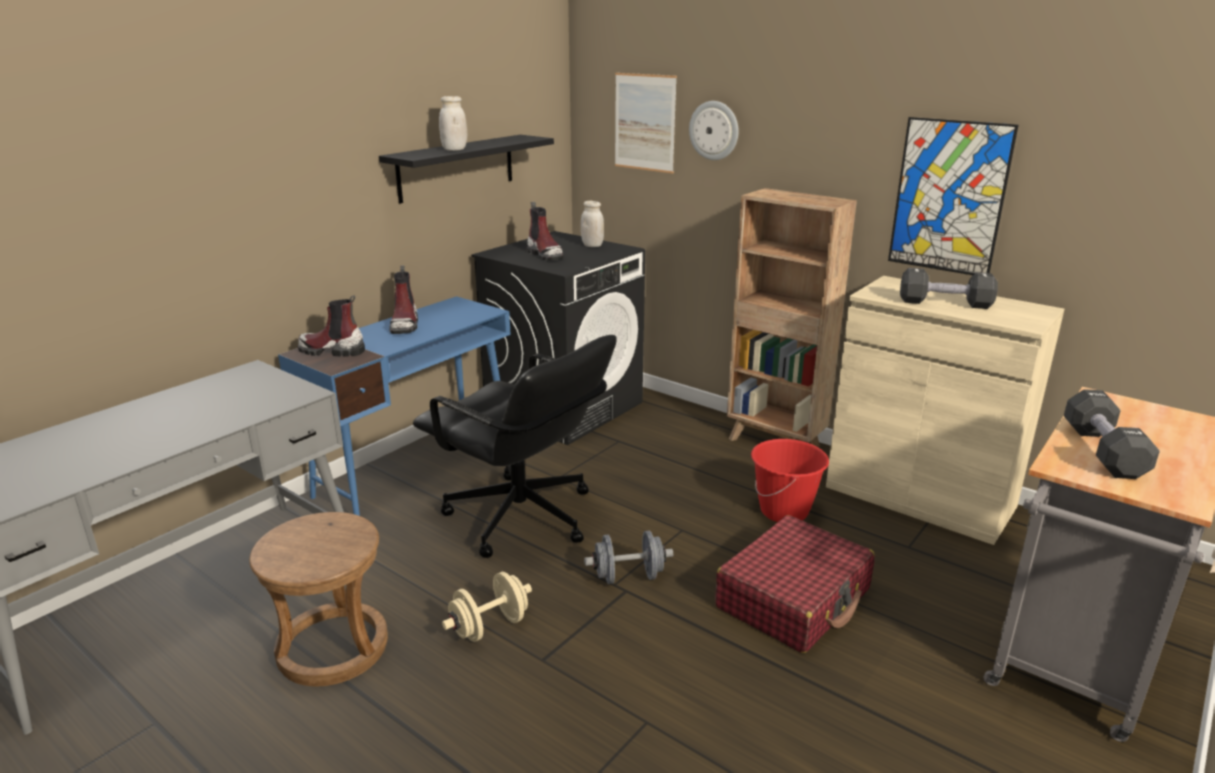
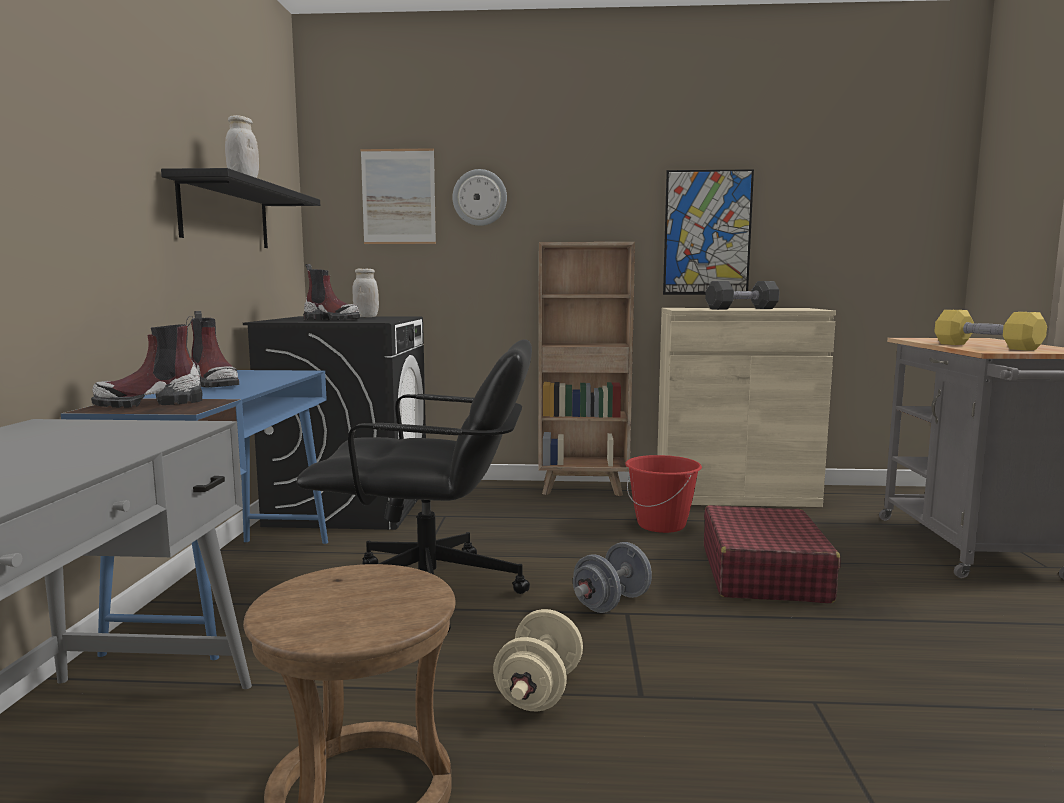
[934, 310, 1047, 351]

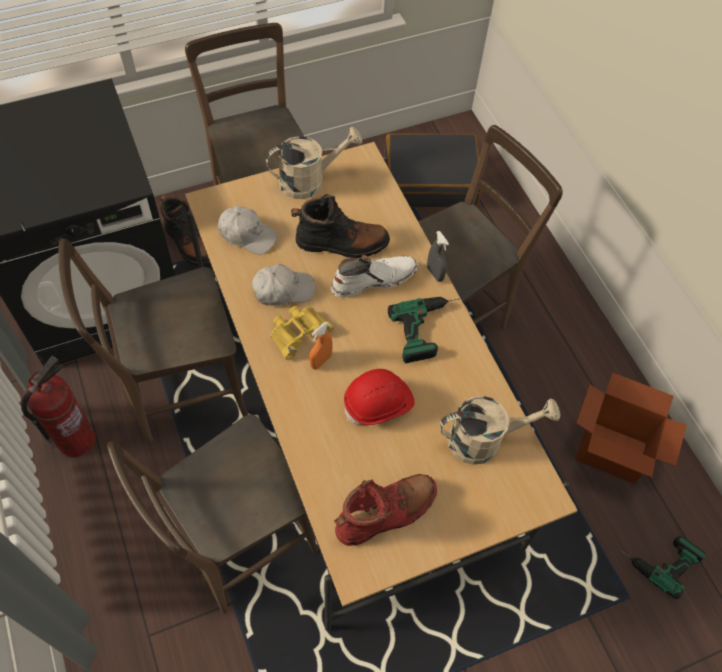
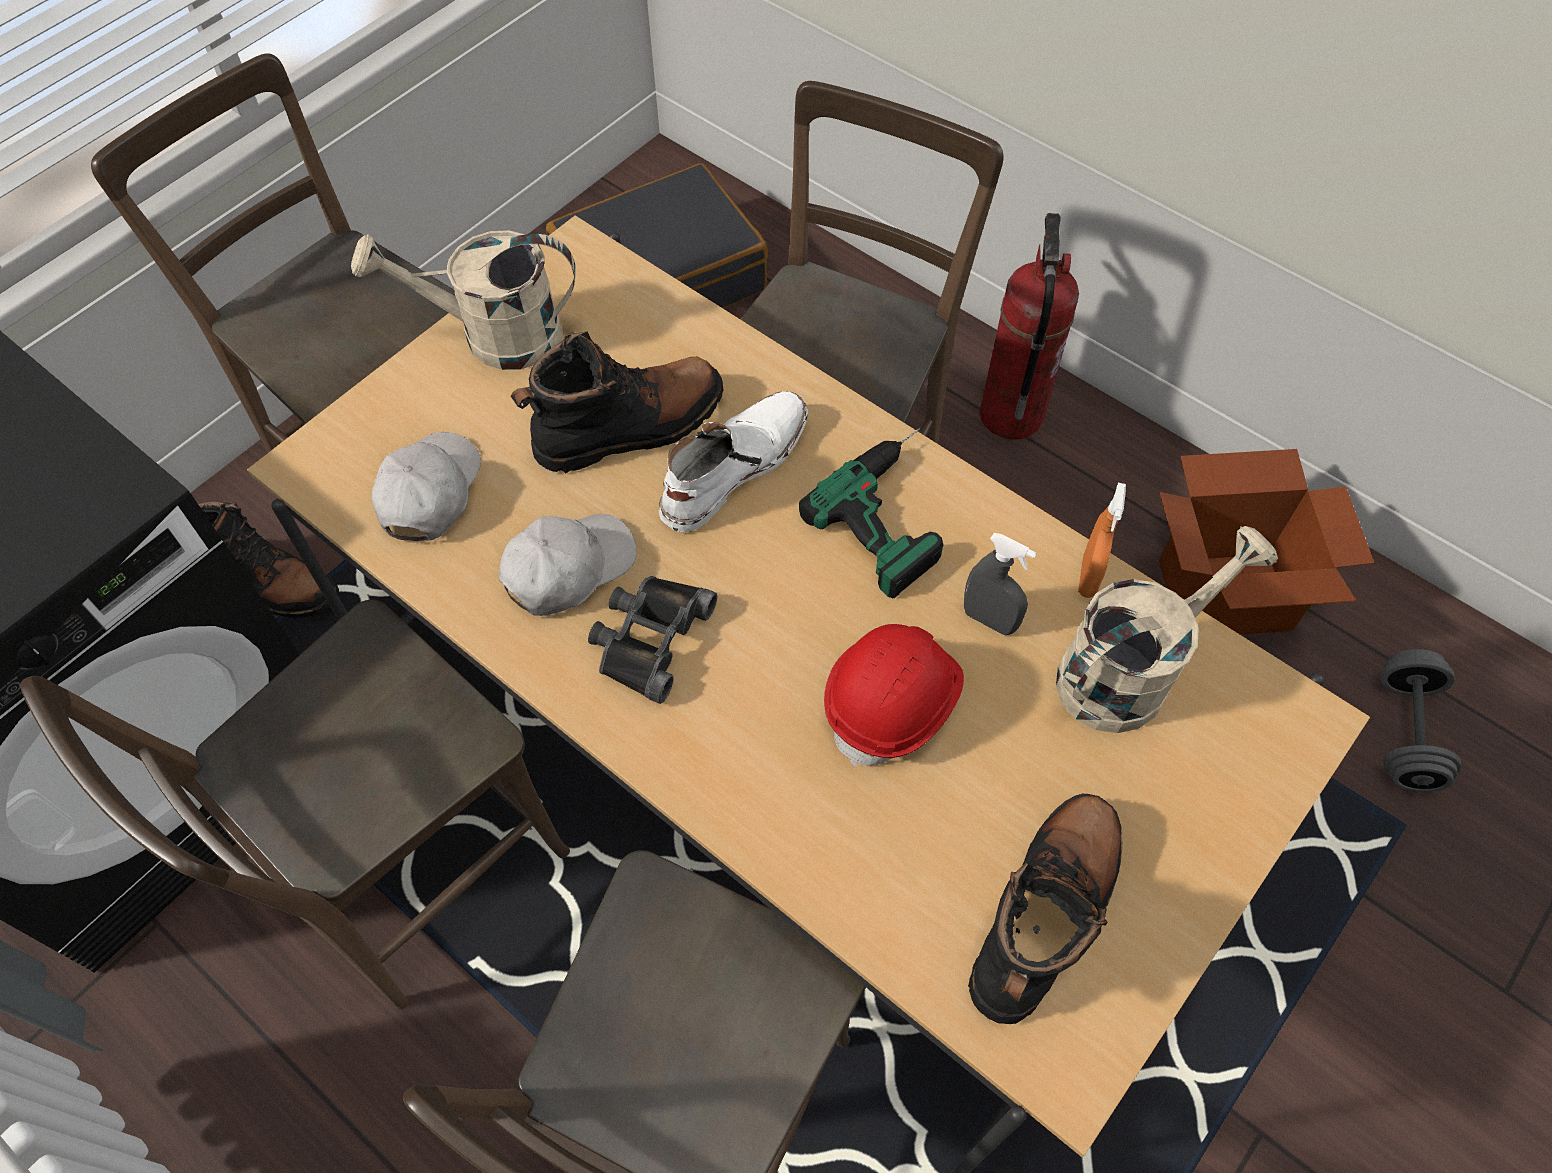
[351, 230, 576, 370]
[371, 432, 481, 541]
[588, 576, 717, 704]
[964, 533, 1037, 635]
[968, 794, 1123, 1024]
[980, 213, 1079, 440]
[1078, 483, 1126, 598]
[1380, 649, 1461, 792]

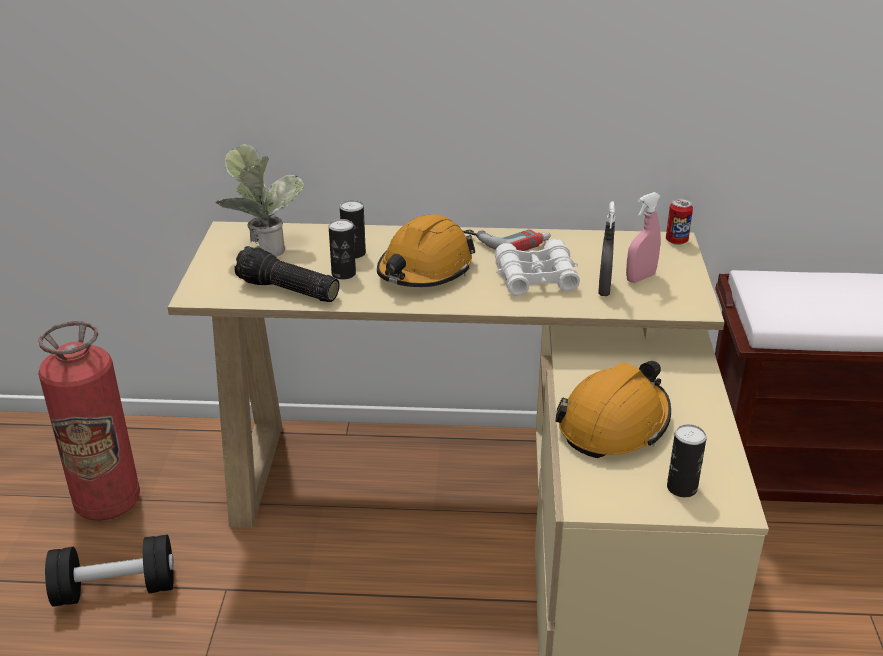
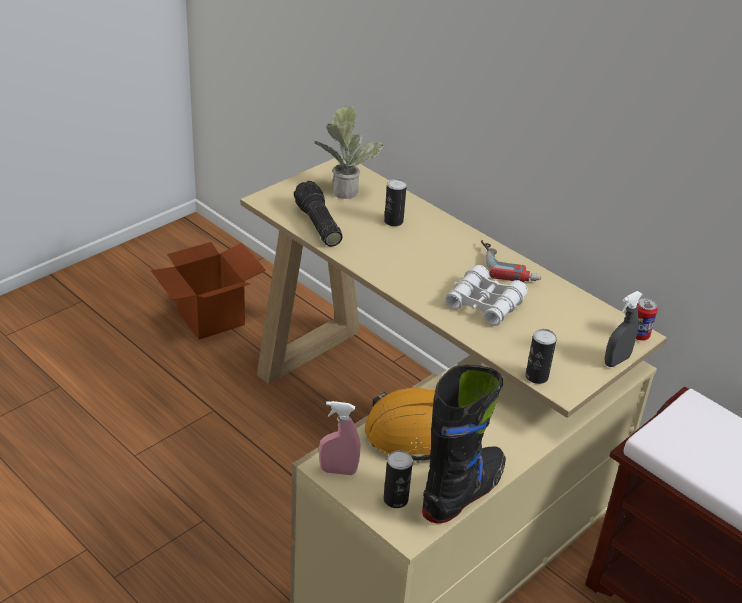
[151, 242, 266, 340]
[319, 401, 360, 475]
[422, 365, 506, 524]
[526, 329, 557, 384]
[605, 291, 643, 367]
[45, 535, 174, 607] (first image)
[377, 215, 475, 287] (first image)

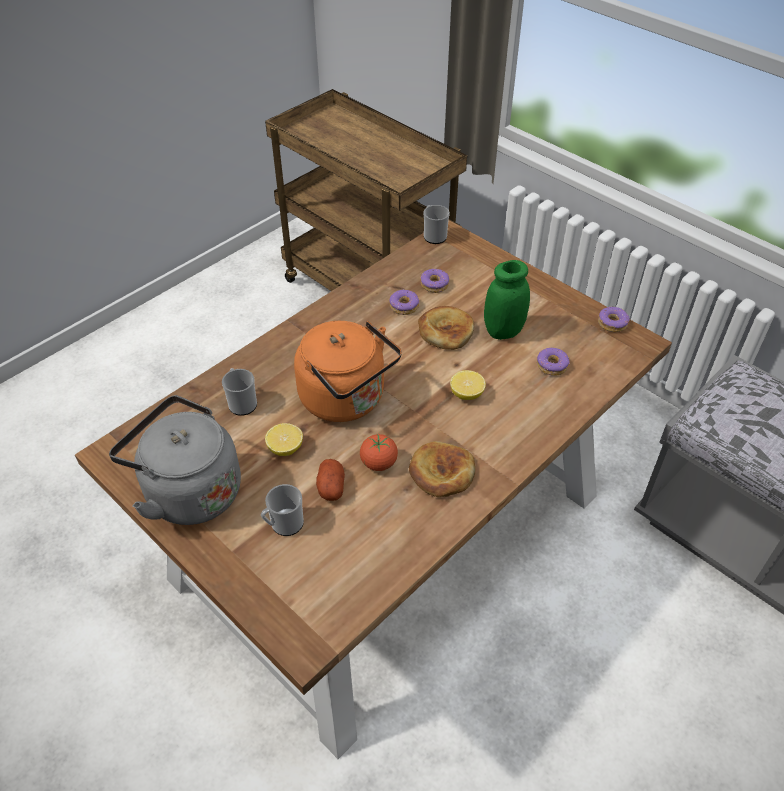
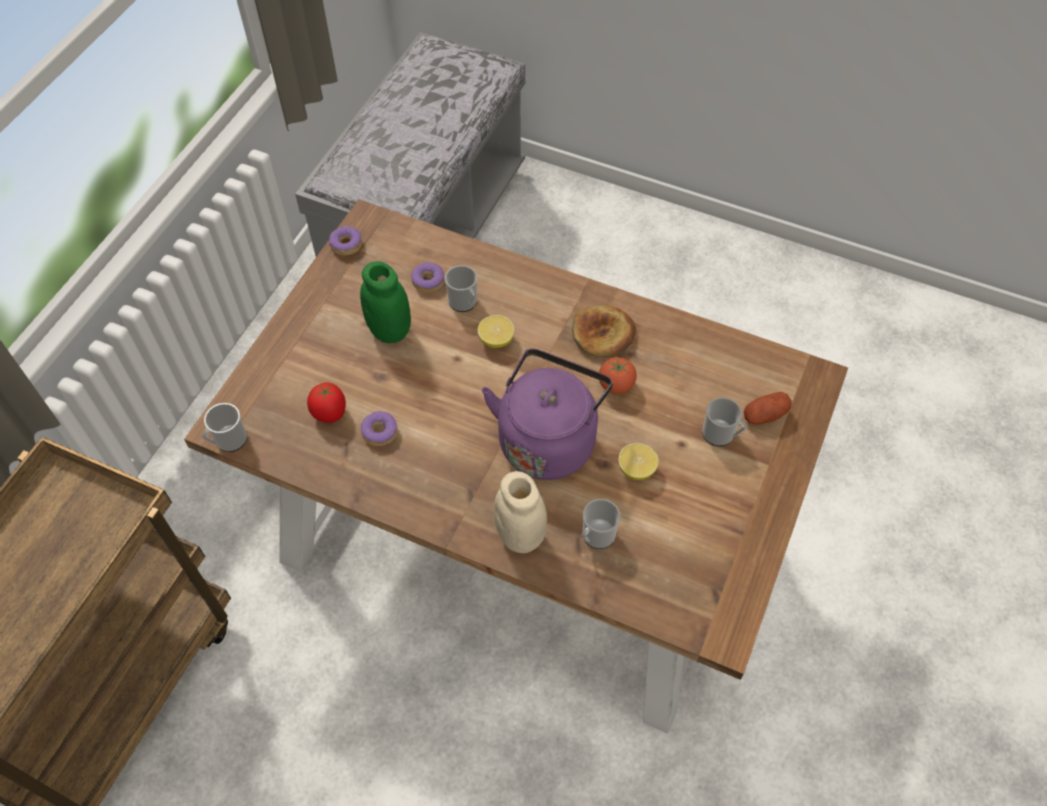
[307, 383, 346, 423]
[445, 265, 477, 312]
[482, 349, 612, 480]
[494, 471, 547, 553]
[743, 392, 792, 425]
[109, 395, 241, 525] (first image)
[418, 306, 474, 350] (first image)

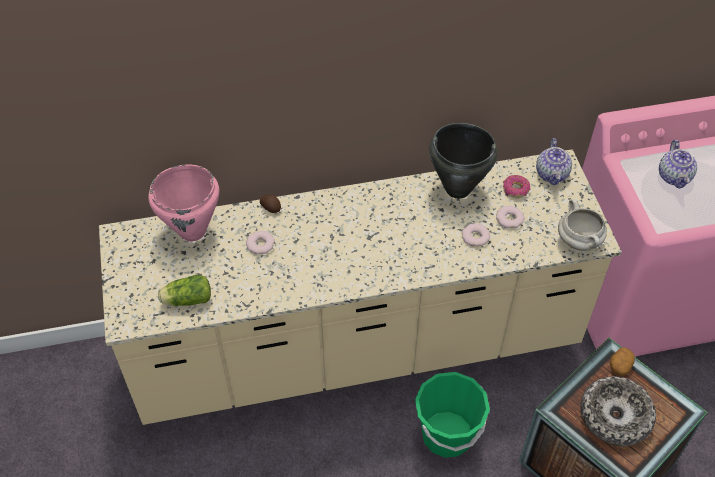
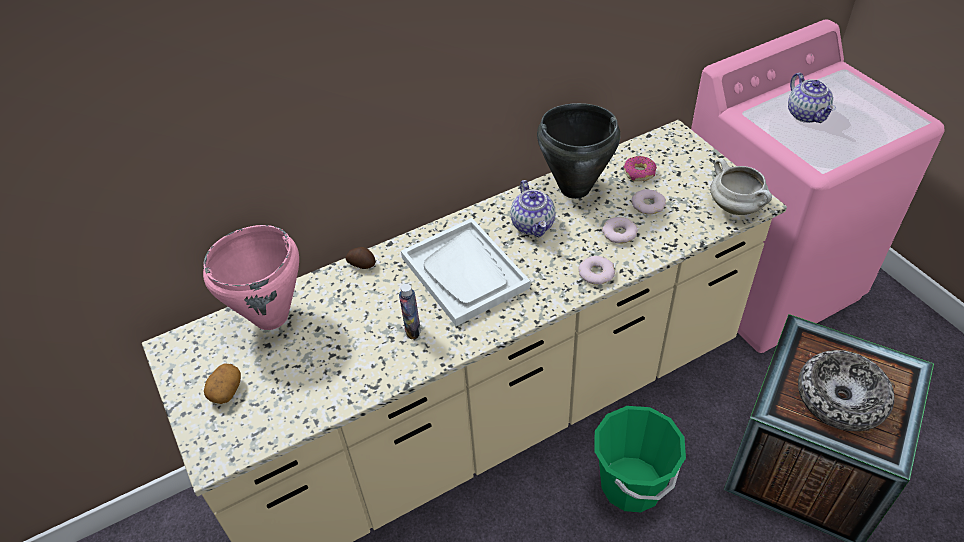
[204, 363, 241, 404]
[399, 283, 421, 339]
[401, 218, 530, 326]
[511, 180, 555, 237]
[578, 256, 615, 285]
[158, 275, 211, 306] (first image)

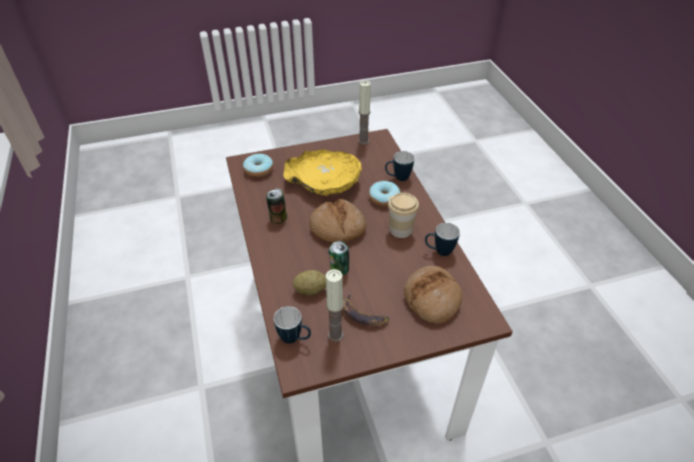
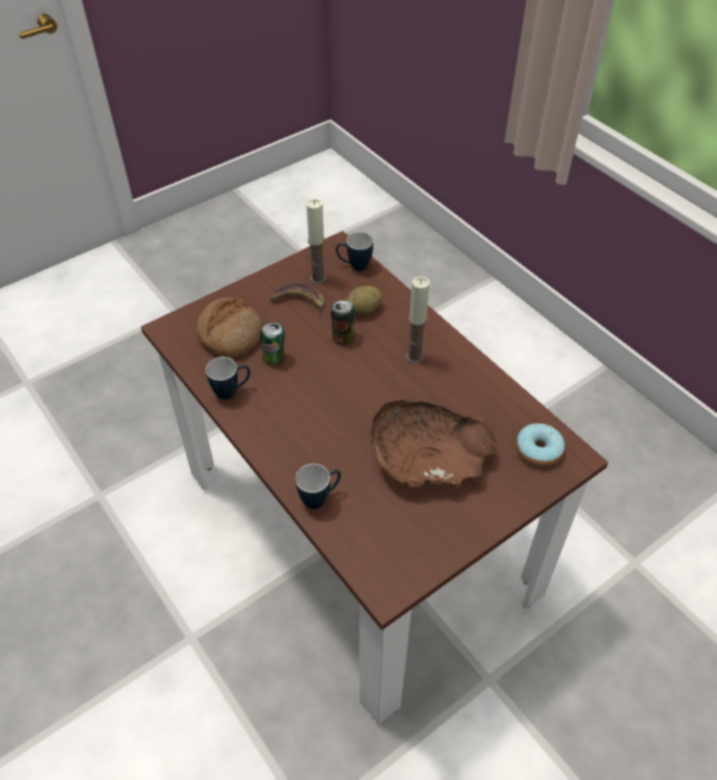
[260, 322, 285, 365]
[371, 399, 496, 489]
[406, 276, 430, 363]
[309, 199, 366, 243] (first image)
[369, 181, 400, 206] (first image)
[388, 193, 419, 238] (first image)

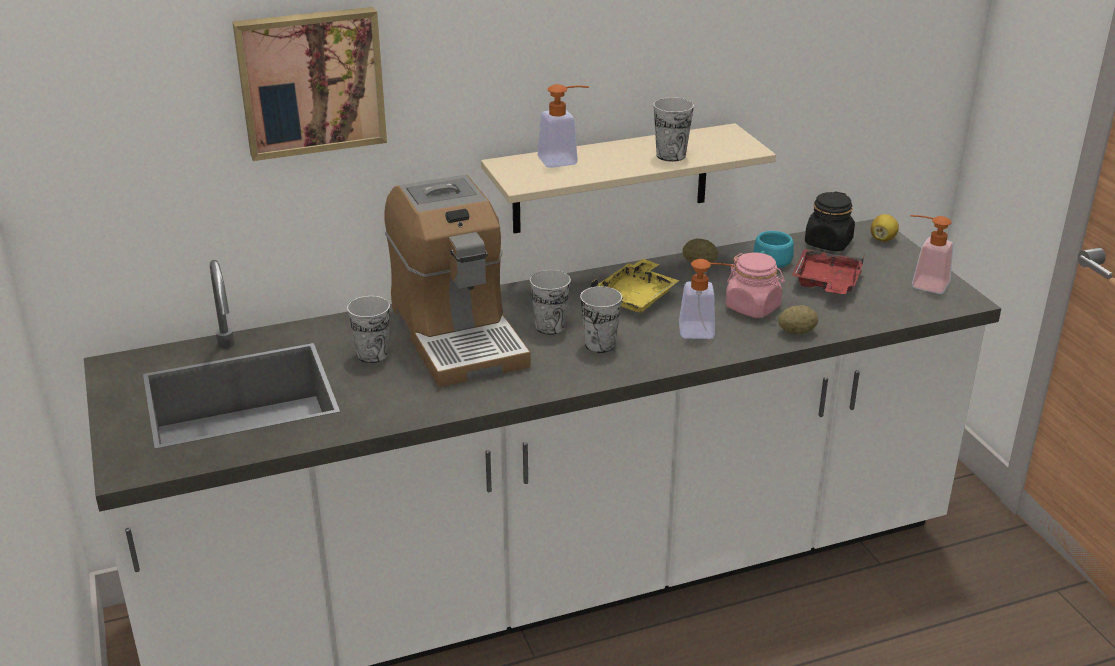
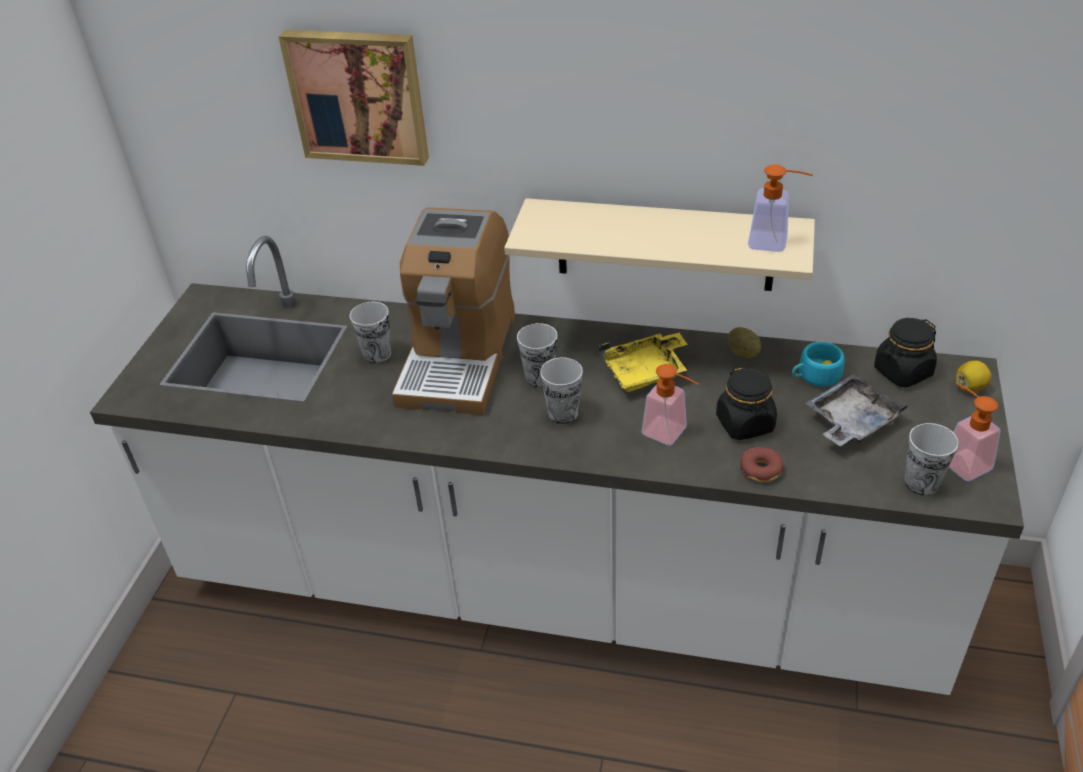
[716, 366, 777, 440]
[740, 447, 784, 482]
[748, 164, 813, 252]
[805, 374, 908, 446]
[905, 423, 959, 495]

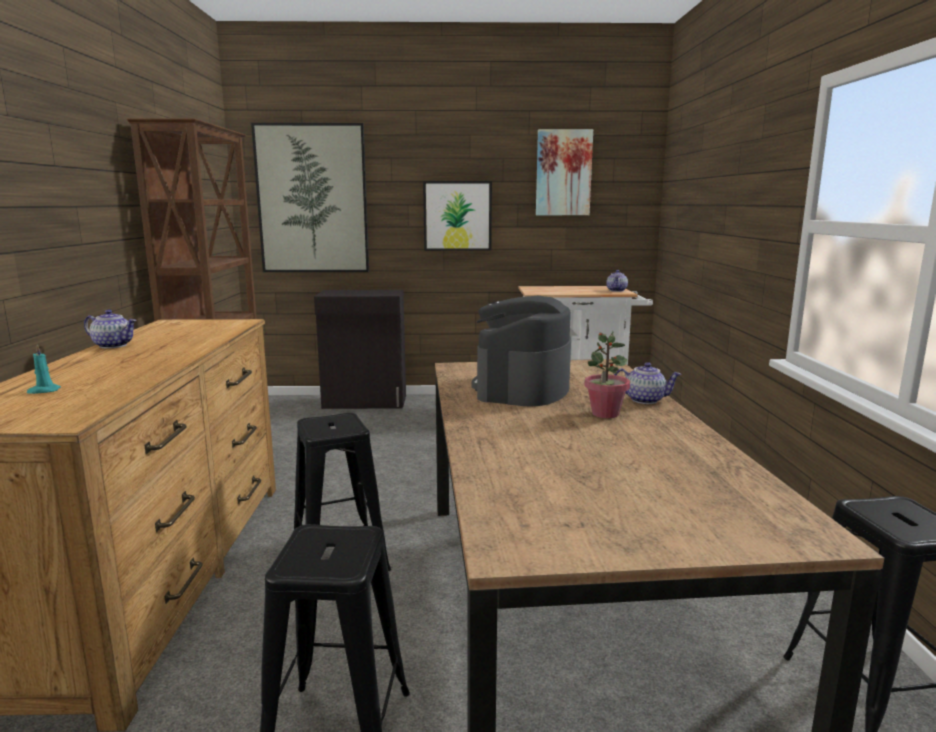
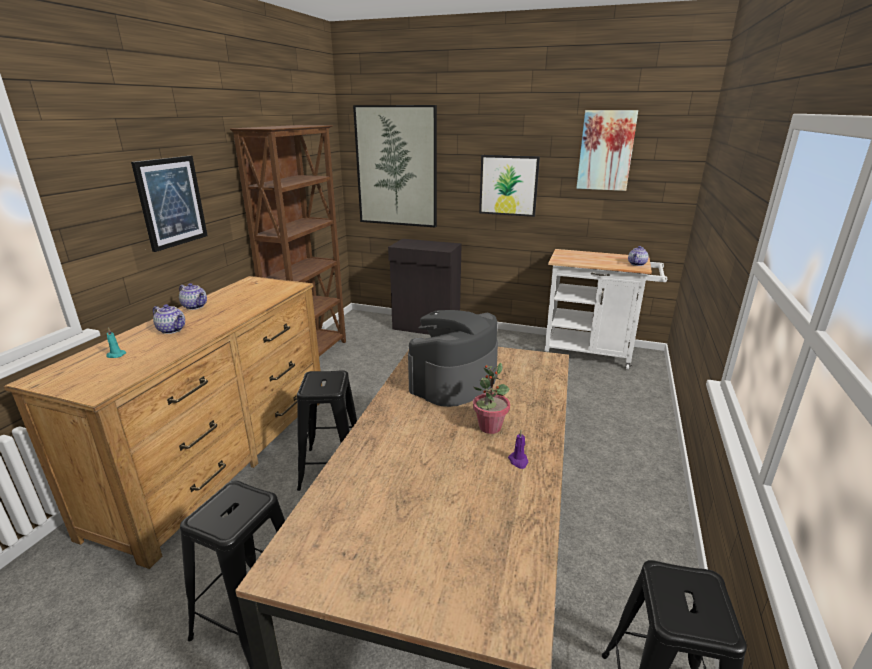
[131, 156, 208, 252]
[153, 304, 185, 334]
[508, 430, 528, 469]

